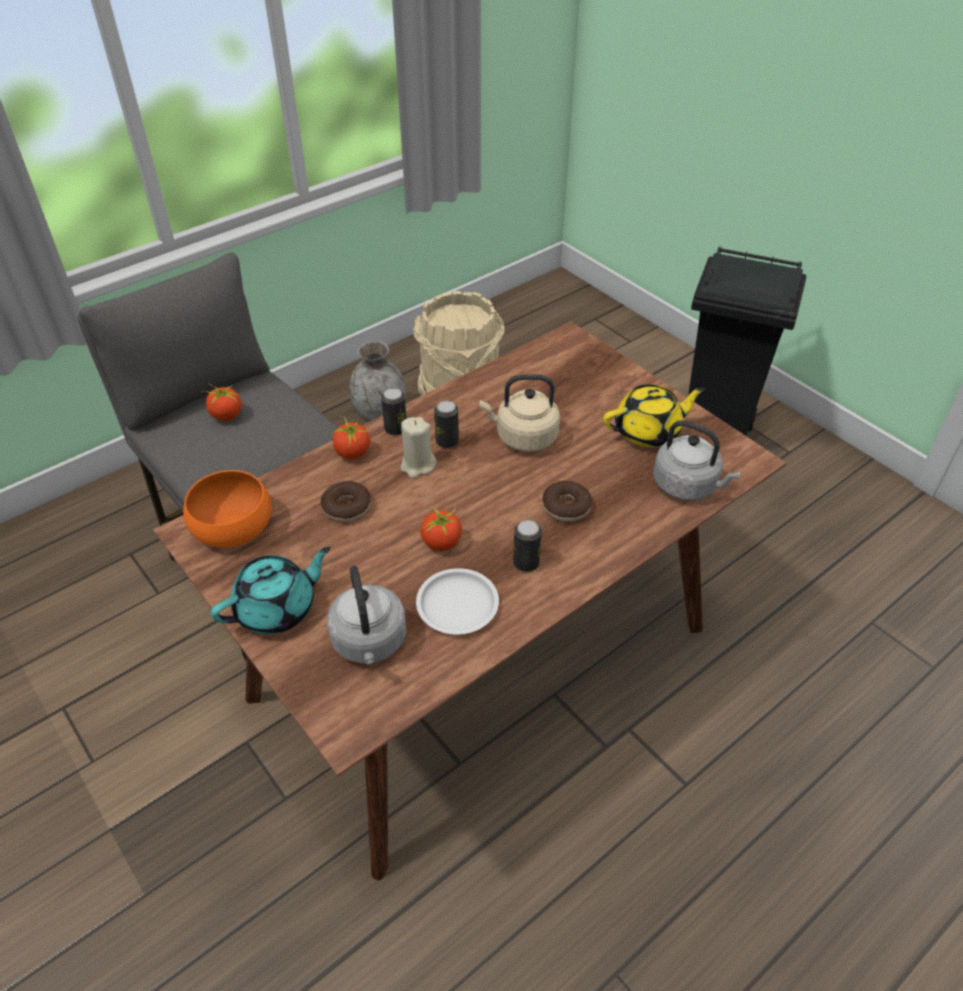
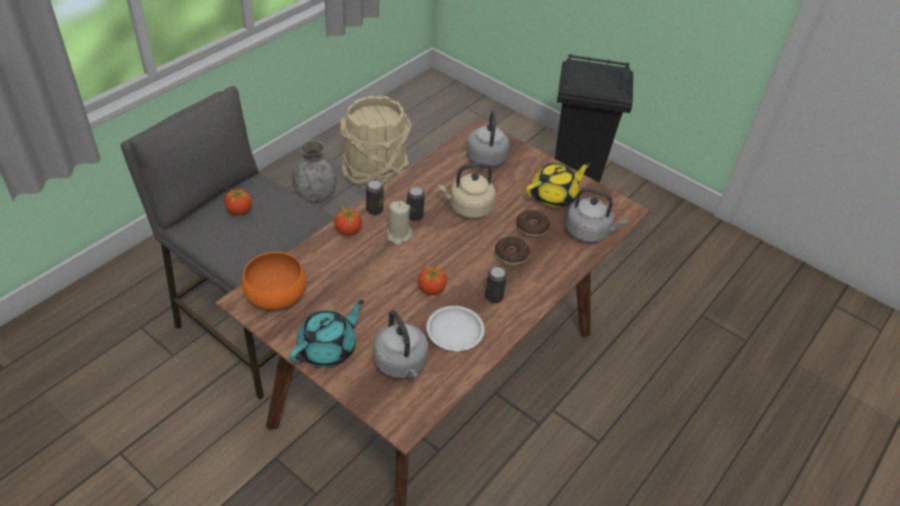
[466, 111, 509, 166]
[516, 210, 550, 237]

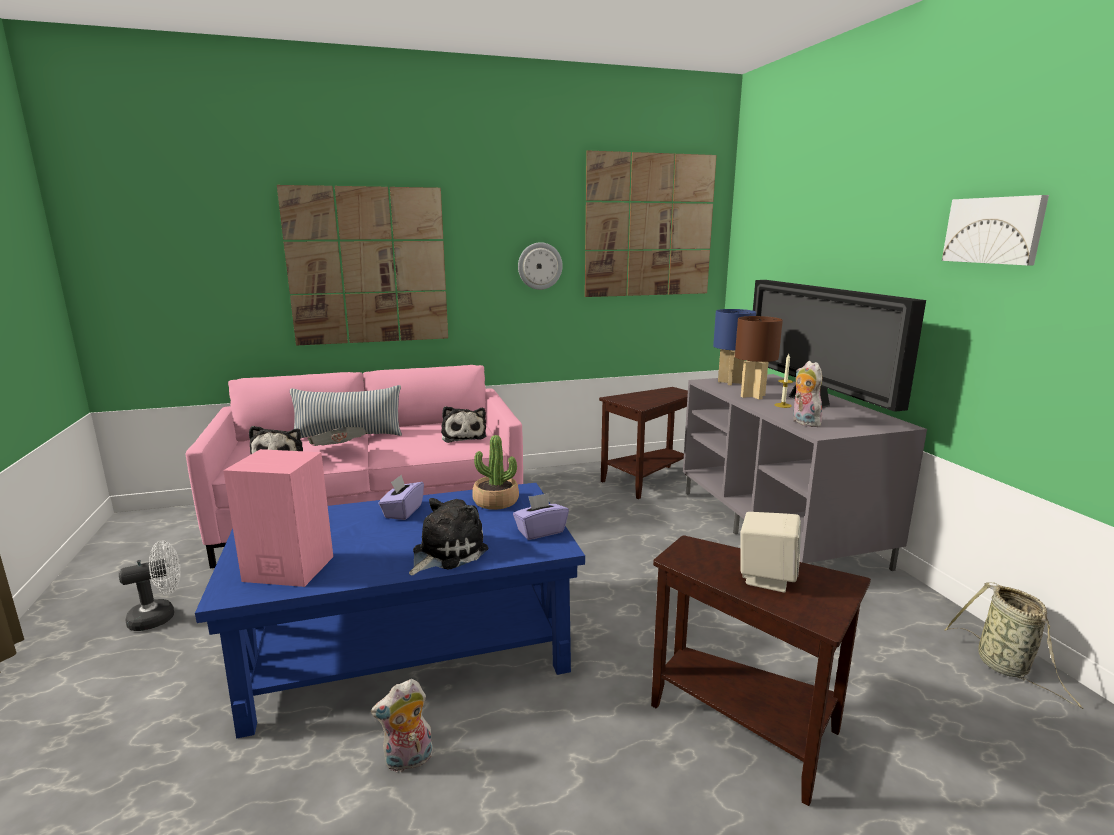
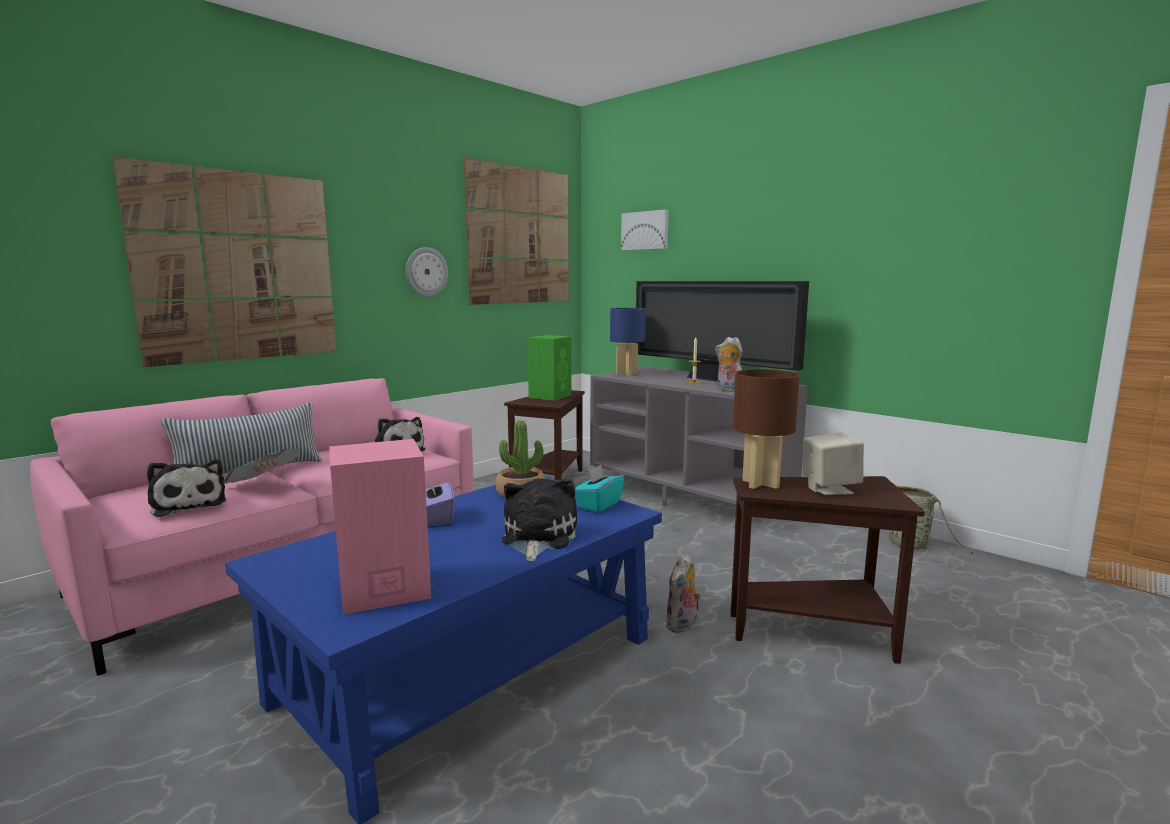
[528, 335, 572, 400]
[575, 465, 624, 513]
[621, 209, 669, 251]
[665, 553, 701, 633]
[733, 369, 800, 489]
[119, 540, 181, 631] (first image)

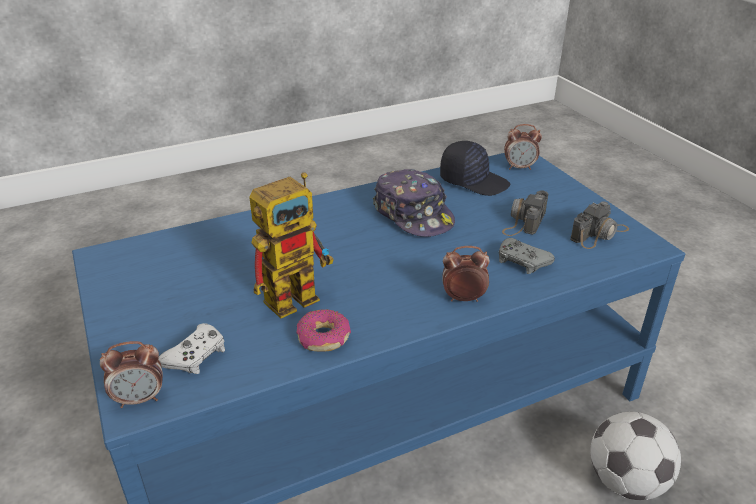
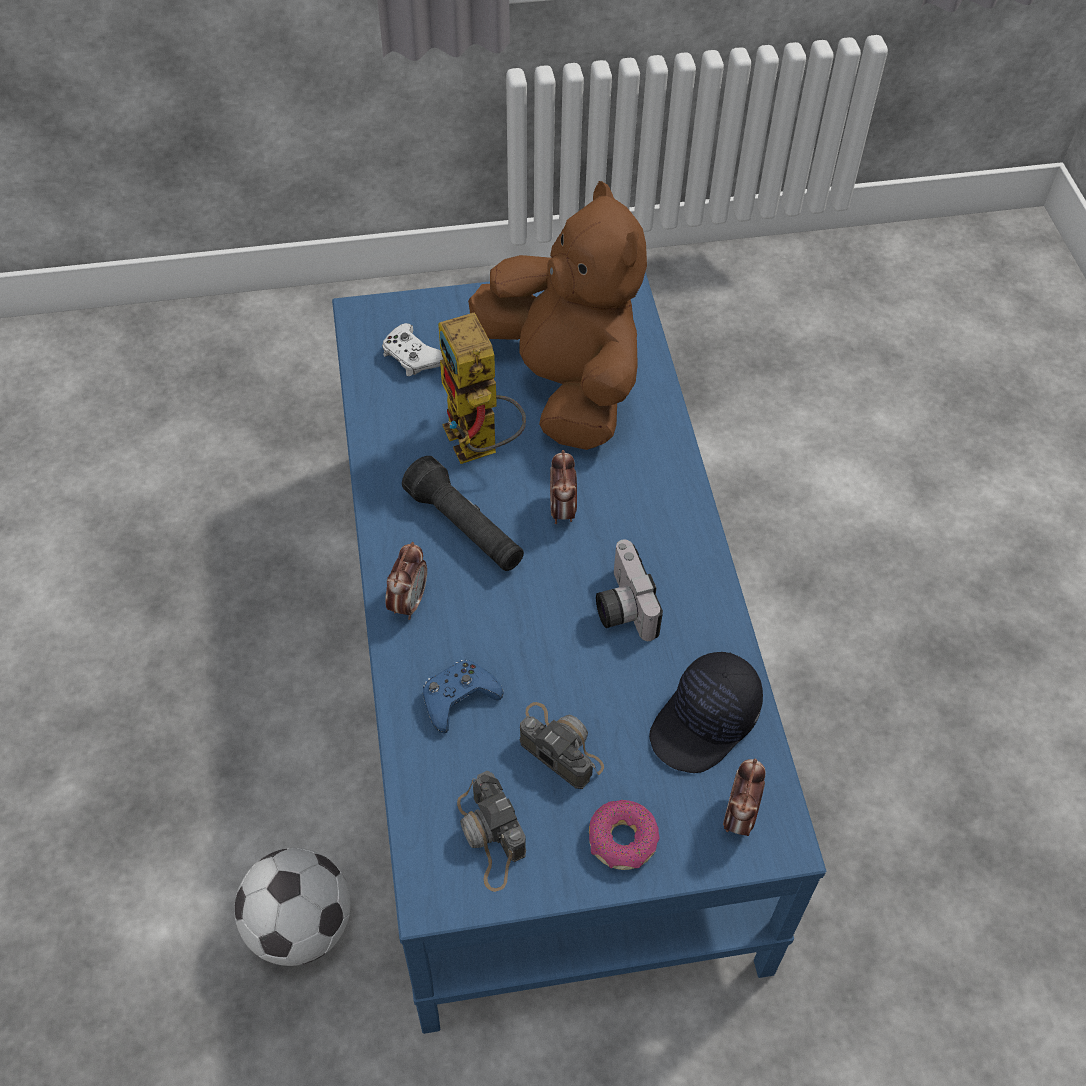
[402, 456, 524, 571]
[423, 660, 504, 733]
[468, 181, 647, 450]
[550, 450, 577, 524]
[589, 800, 659, 870]
[596, 539, 663, 641]

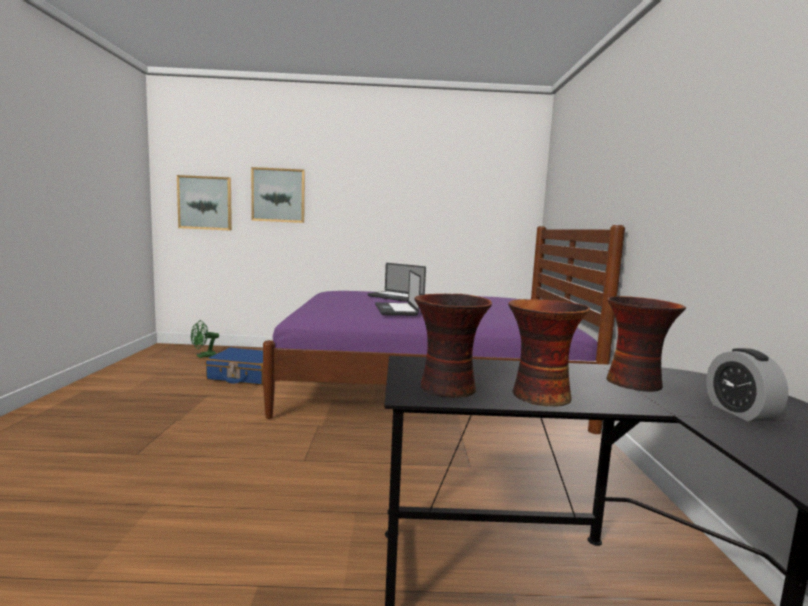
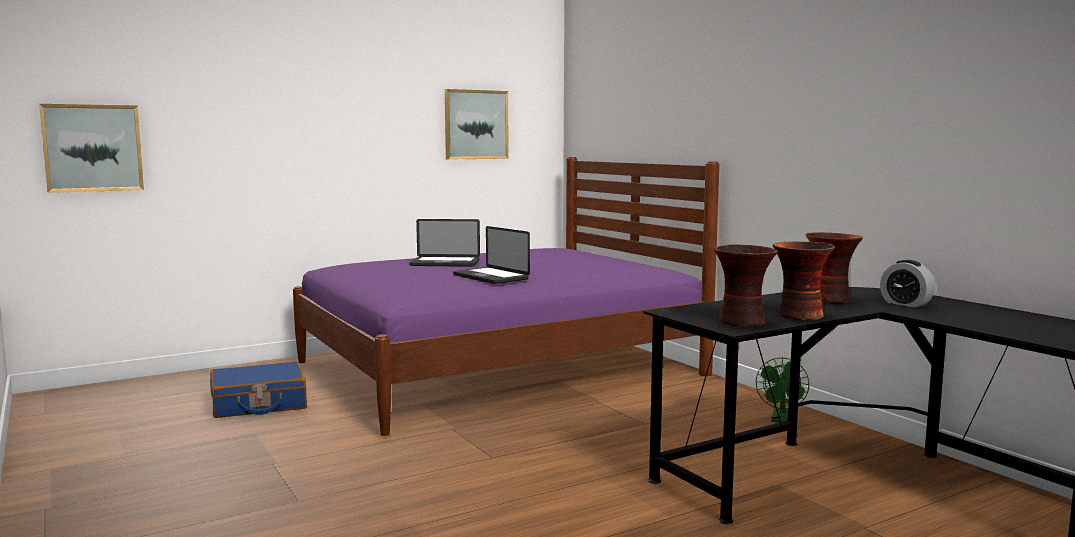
[445, 89, 509, 159]
[756, 357, 809, 423]

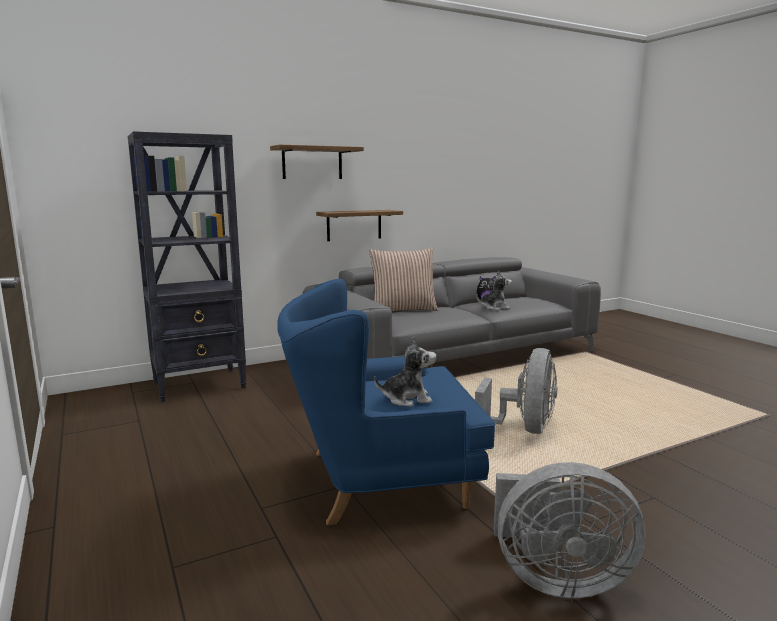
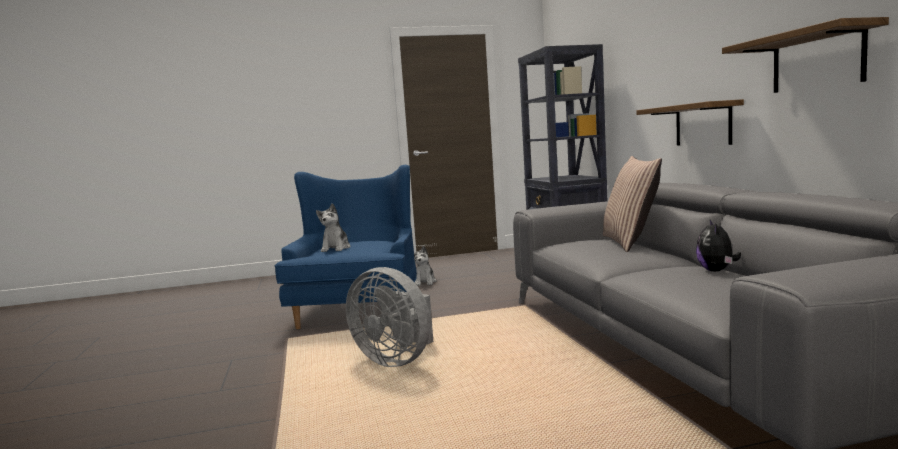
[414, 246, 436, 286]
[722, 17, 889, 93]
[494, 462, 646, 598] (first image)

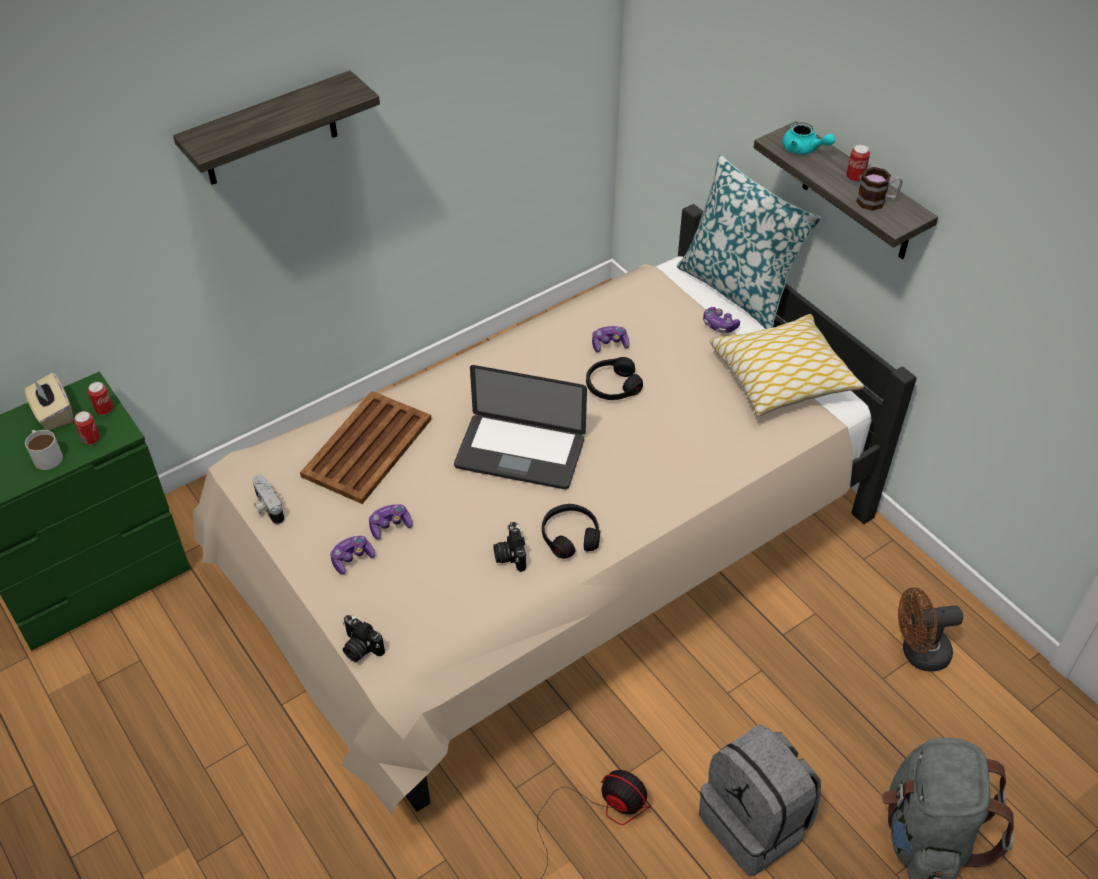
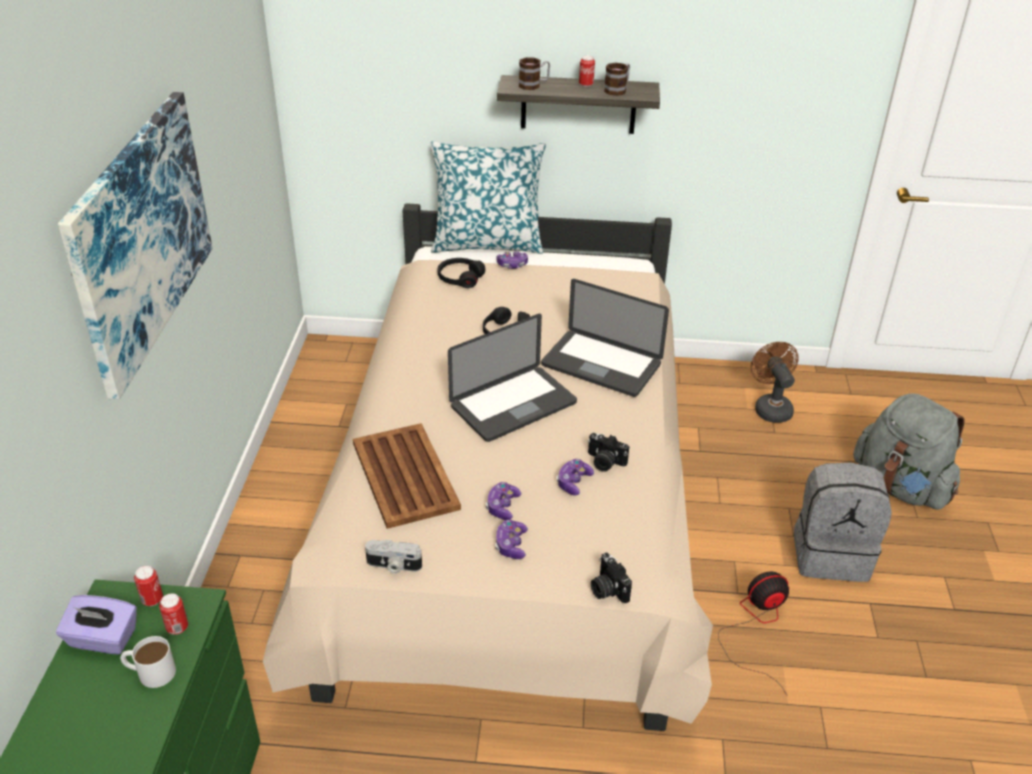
[56, 595, 137, 654]
[58, 92, 213, 400]
[438, 258, 485, 288]
[519, 57, 550, 90]
[541, 279, 669, 397]
[557, 459, 594, 496]
[591, 553, 632, 603]
[750, 342, 799, 423]
[710, 314, 864, 416] (first image)

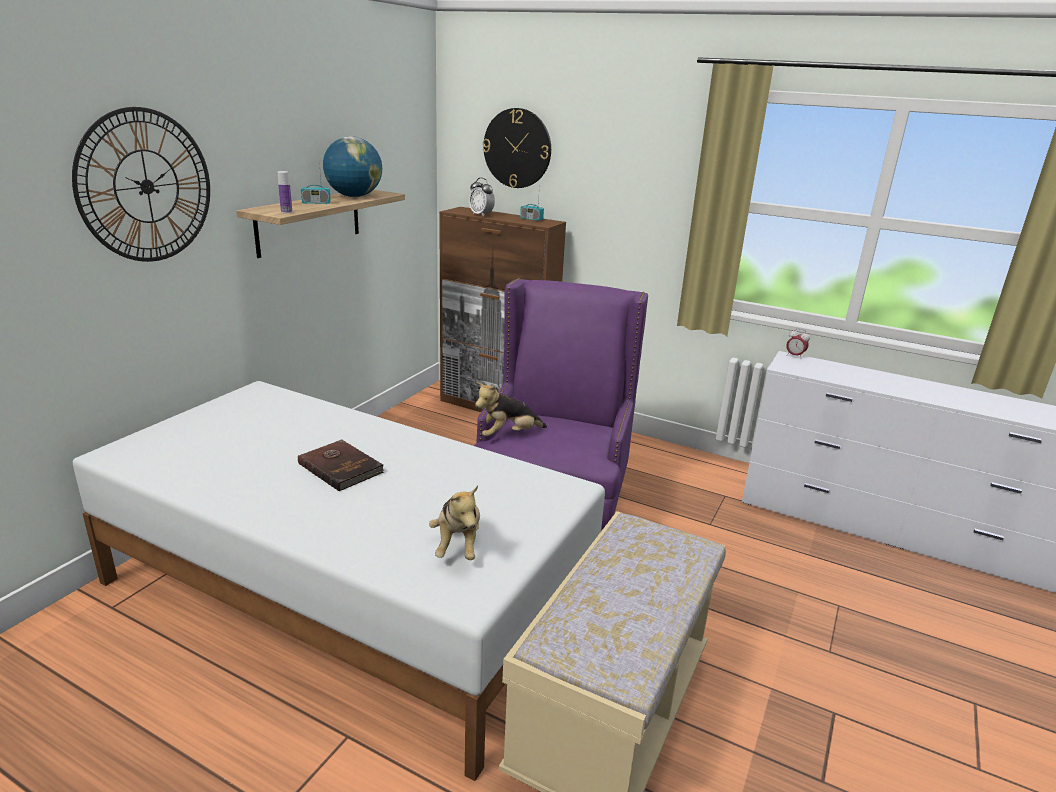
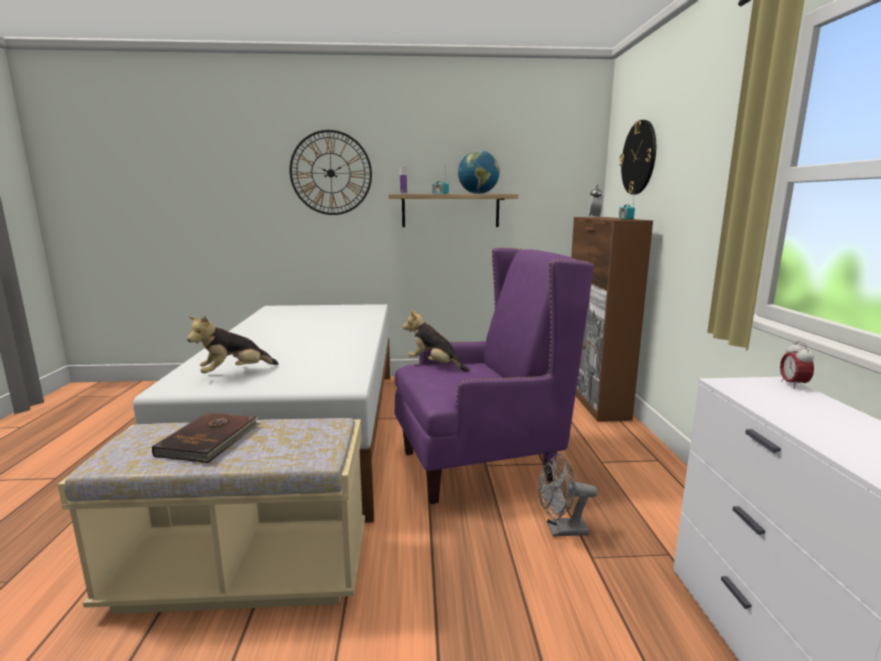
[152, 412, 261, 463]
[538, 454, 598, 537]

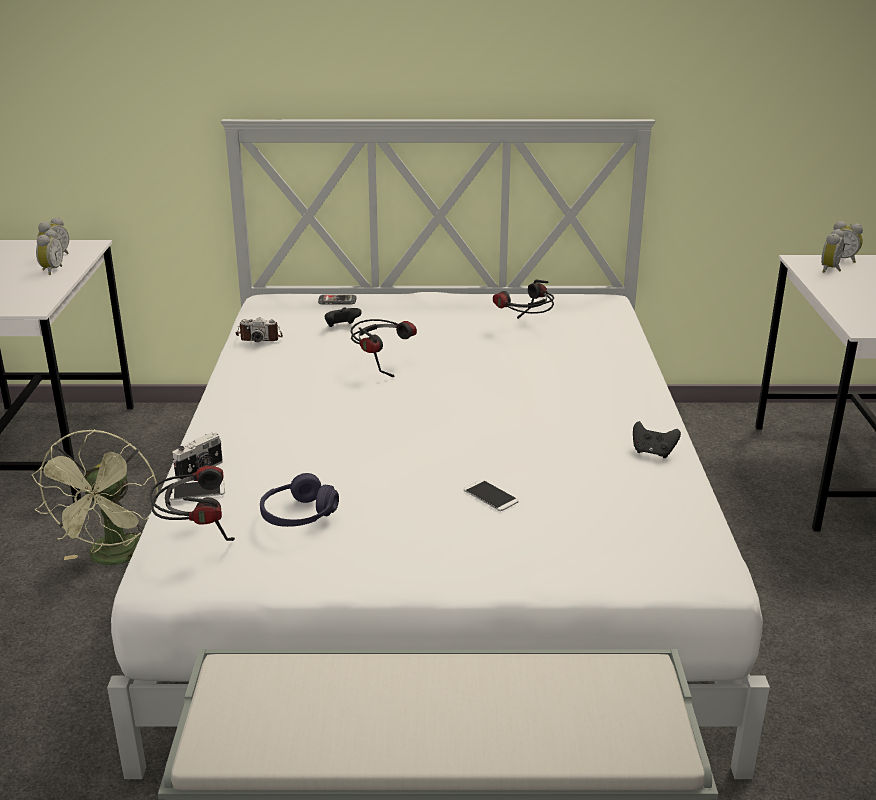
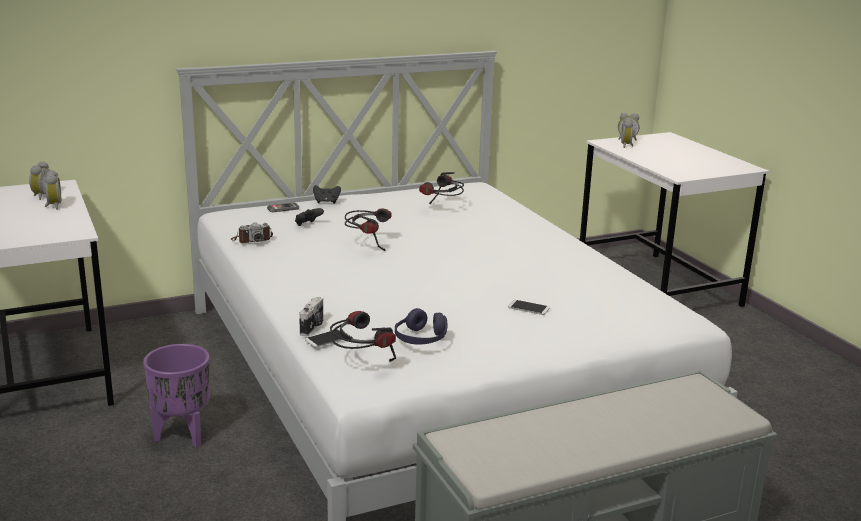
[143, 344, 210, 448]
[313, 185, 341, 204]

